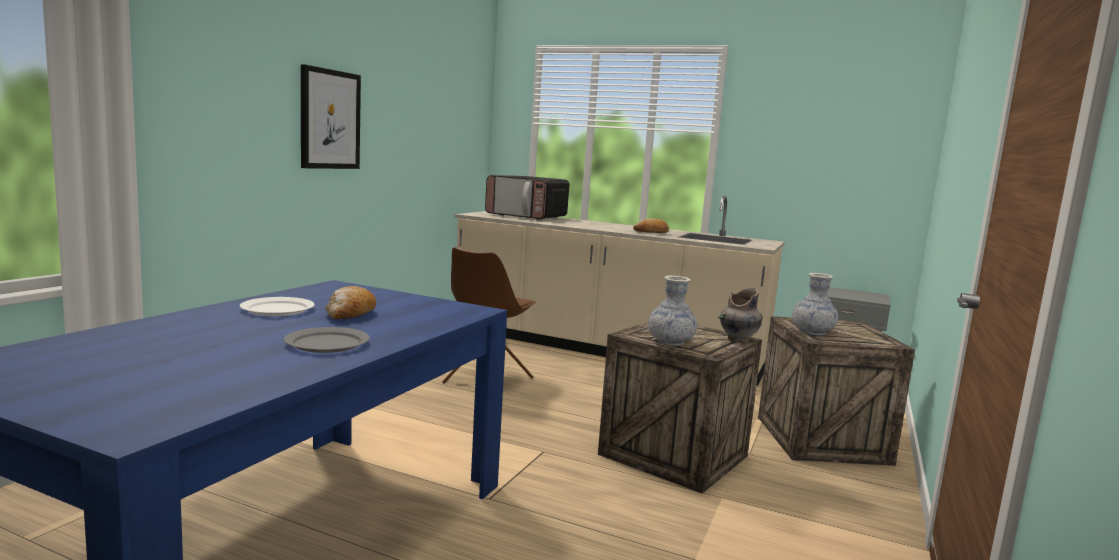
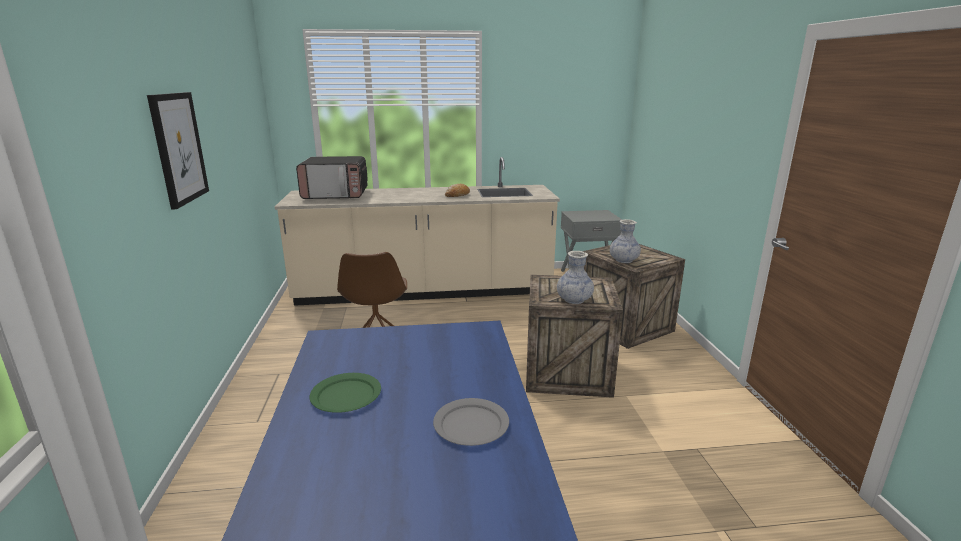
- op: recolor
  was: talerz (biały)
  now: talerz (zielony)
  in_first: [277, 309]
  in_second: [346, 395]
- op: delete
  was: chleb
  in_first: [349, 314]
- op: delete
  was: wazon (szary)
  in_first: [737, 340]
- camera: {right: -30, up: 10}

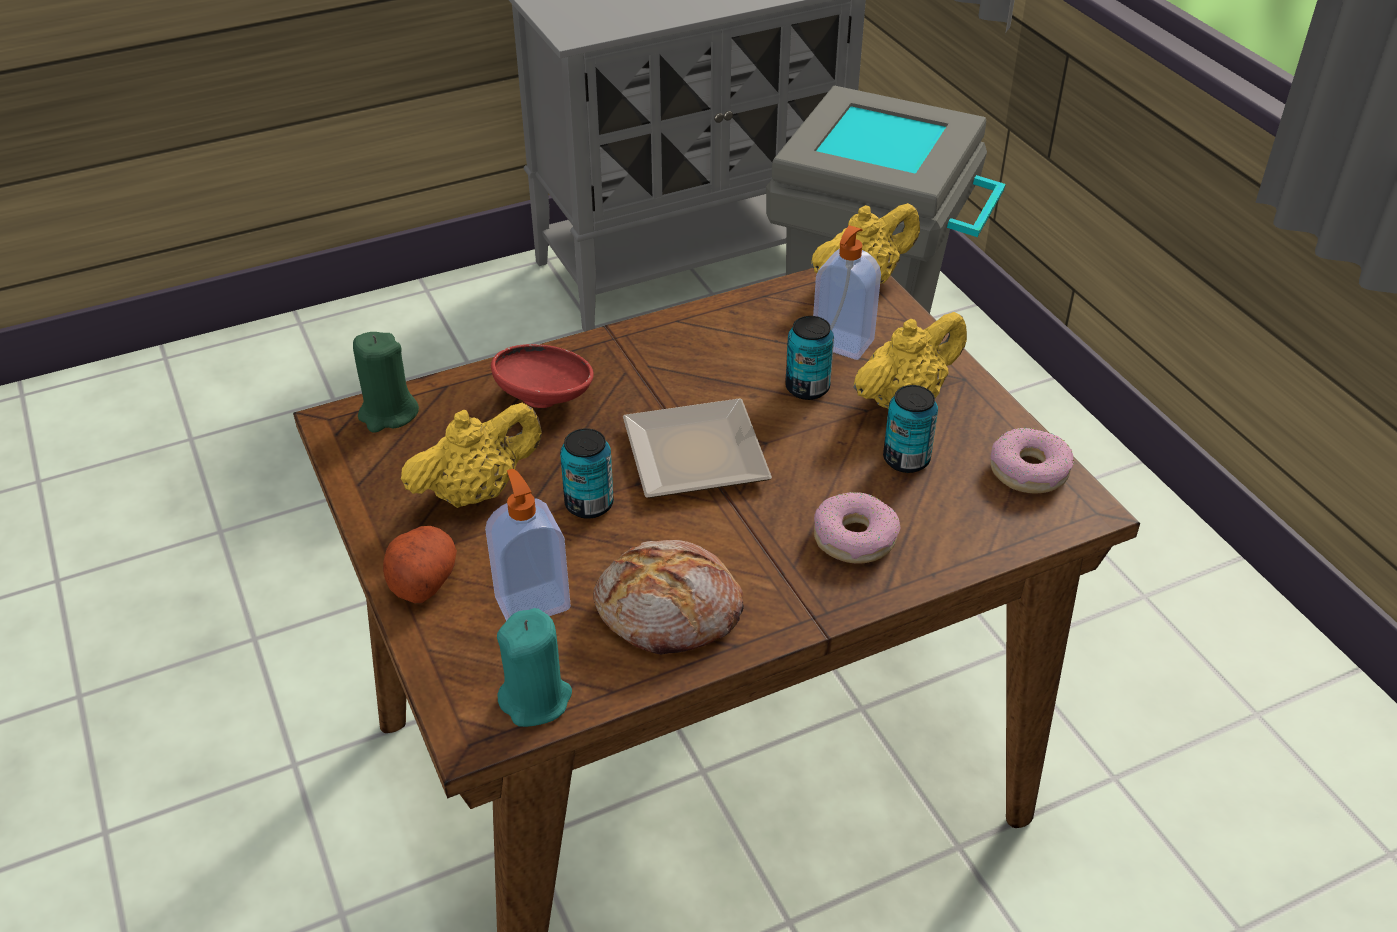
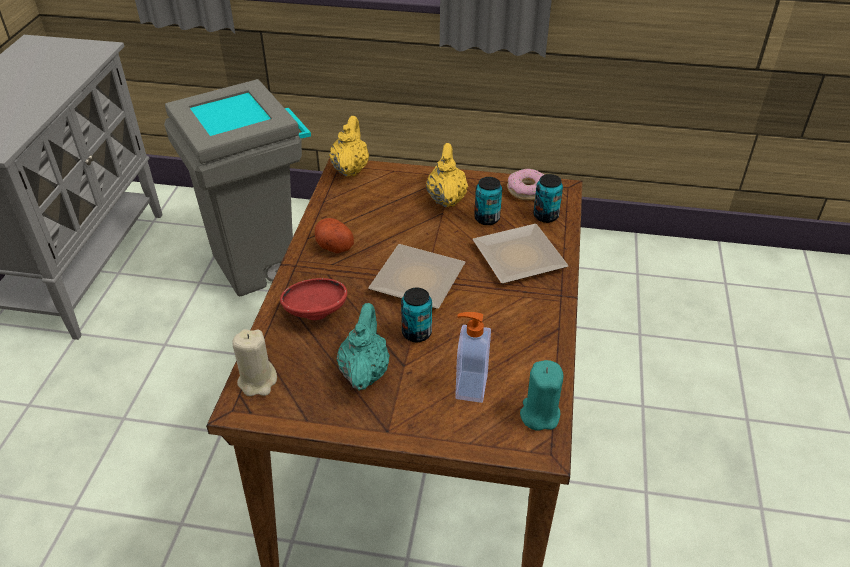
- op: recolor
  was: świeca (zielony)
  now: świeca (beżowy)
  in_first: [388, 414]
  in_second: [258, 381]
- op: move
  was: ziemniak
  in_first: [422, 579]
  in_second: [333, 245]
- op: recolor
  was: imbryk (żółty)
  now: imbryk (turkusowy)
  in_first: [477, 491]
  in_second: [364, 371]
- op: replace
  was: donut
  now: talerz
  in_first: [855, 537]
  in_second: [522, 258]
- op: move
  was: puszka
  in_first: [807, 388]
  in_second: [545, 216]
- op: delete
  was: chleb
  in_first: [670, 613]
- op: delete
  was: dozownik mydła
  in_first: [841, 344]
- camera: {right: -55, up: 0}

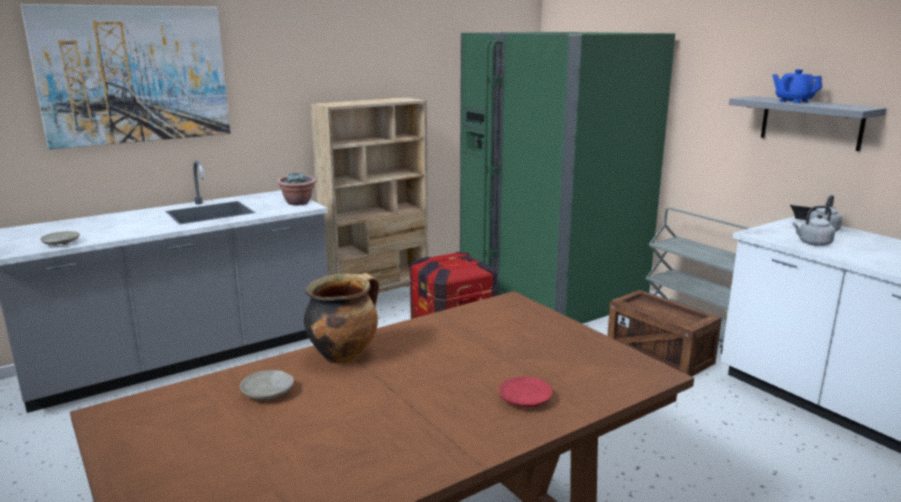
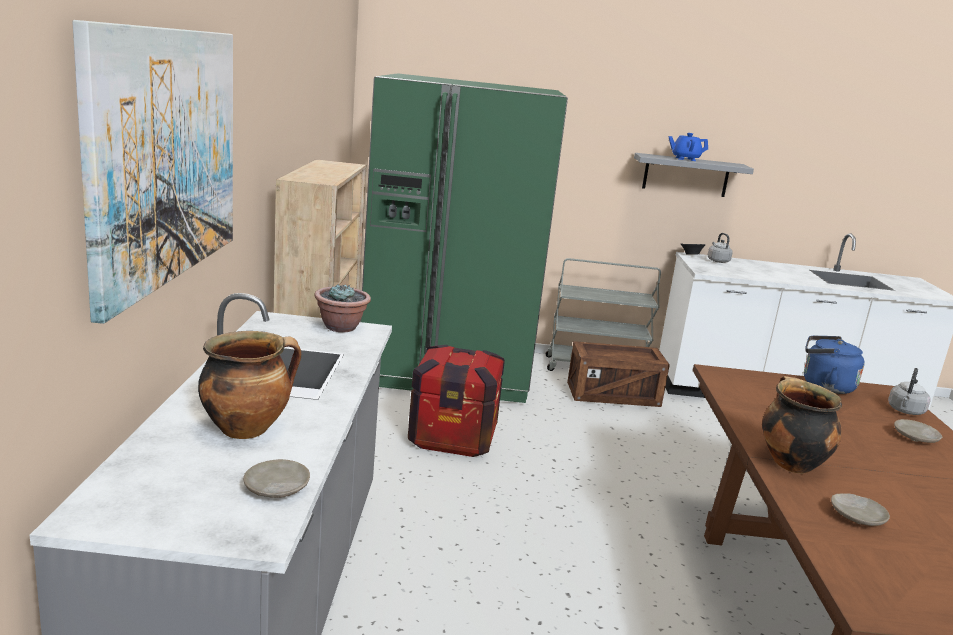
- op: insert
  now: garnek
  in_second: [247, 428]
- op: insert
  now: czajnik (niebieski)
  in_second: [824, 386]
- op: move
  was: czajnik (szary)
  in_first: [812, 243]
  in_second: [905, 411]
- op: recolor
  was: talerz (czerwony)
  now: talerz (beżowy)
  in_first: [524, 400]
  in_second: [915, 438]
- camera: {right: -55, up: 0}

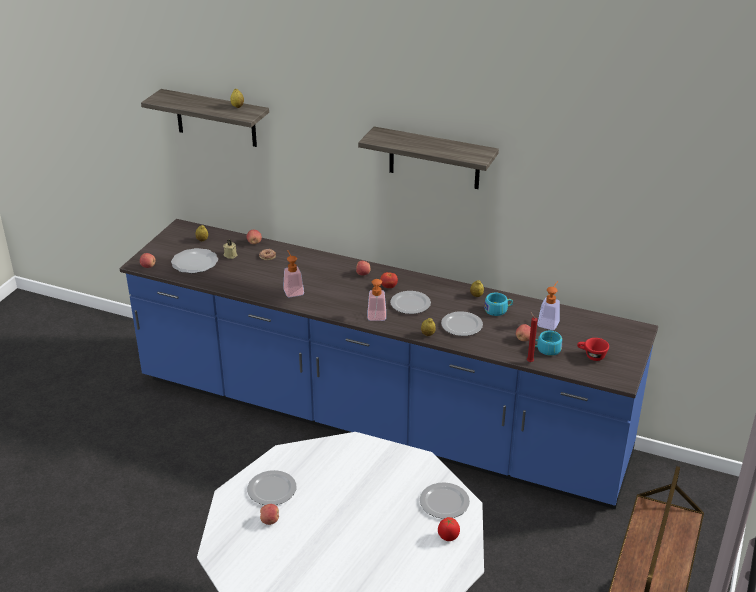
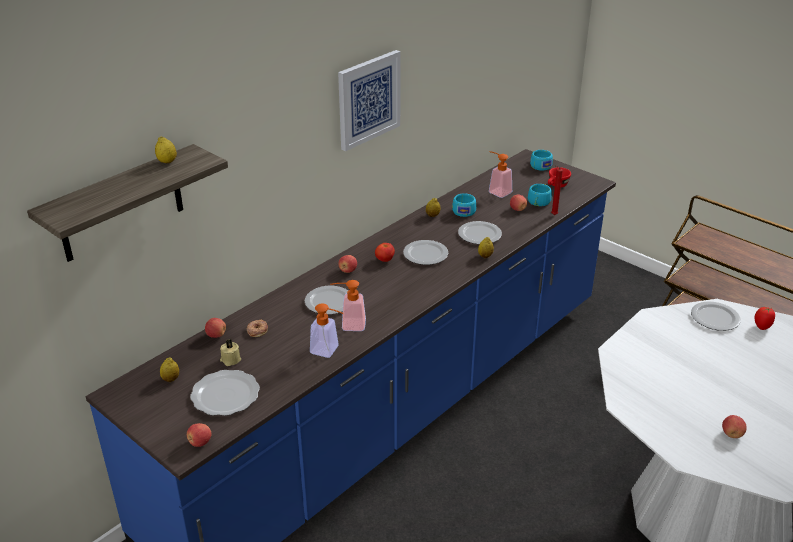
- op: move
  was: talerz
  in_first: [271, 489]
  in_second: [328, 302]
- op: move
  was: dozownik mydła
  in_first: [376, 318]
  in_second: [329, 351]
- op: replace
  was: półka
  now: obraz
  in_first: [434, 158]
  in_second: [368, 99]
- op: insert
  now: filiżanka (turkusowy)
  in_second: [539, 165]
- camera: {right: -70, up: 0}

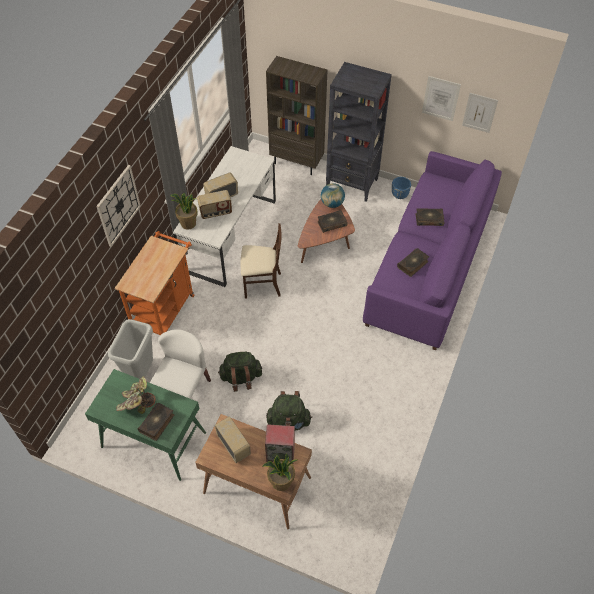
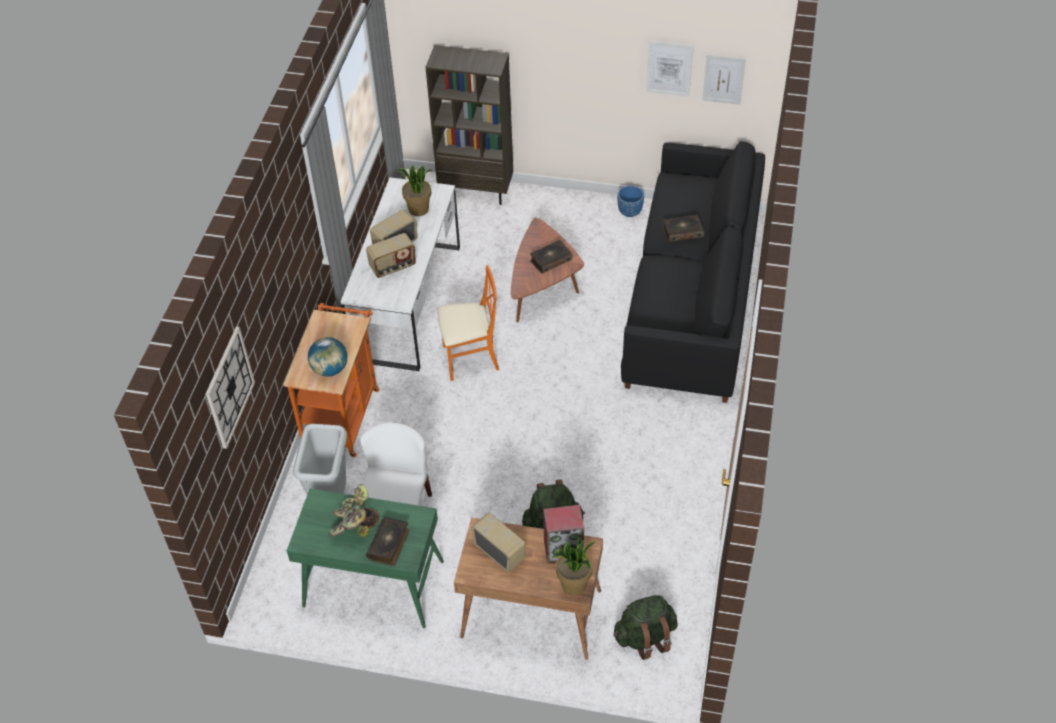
- op: move
  was: zegar ścienny
  in_first: [118, 205]
  in_second: [229, 387]
- op: move
  was: globus
  in_first: [332, 203]
  in_second: [330, 369]
- op: move
  was: roślina doniczkowa
  in_first: [188, 224]
  in_second: [418, 209]
- op: recolor
  was: krzesło (beżowy)
  now: krzesło (pomarańczowy)
  in_first: [262, 284]
  in_second: [470, 359]
- op: move
  was: plecak (zielony)
  in_first: [241, 378]
  in_second: [645, 637]
- op: recolor
  was: kanapa (fioletowy)
  now: kanapa (czarny)
  in_first: [428, 267]
  in_second: [692, 298]
- op: delete
  was: regał (czarny)
  in_first: [352, 184]
- op: delete
  was: książka
  in_first: [413, 264]
- camera: {right: -10, up: -5}

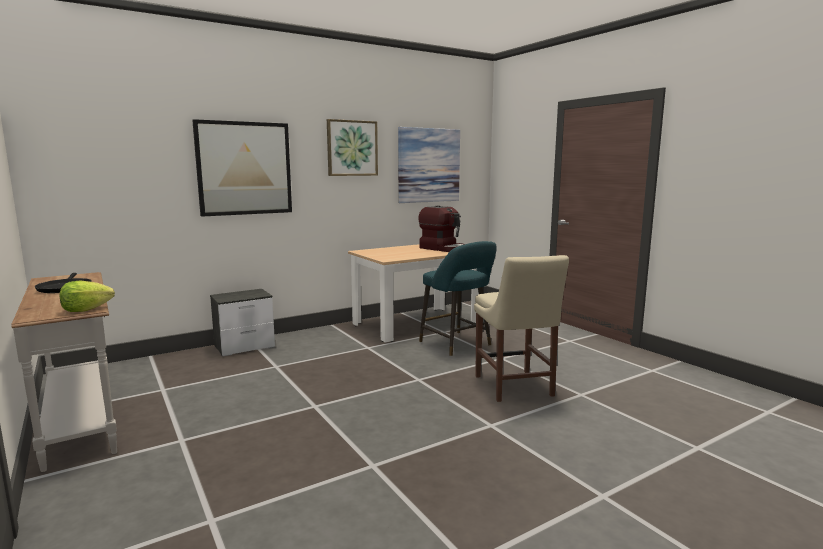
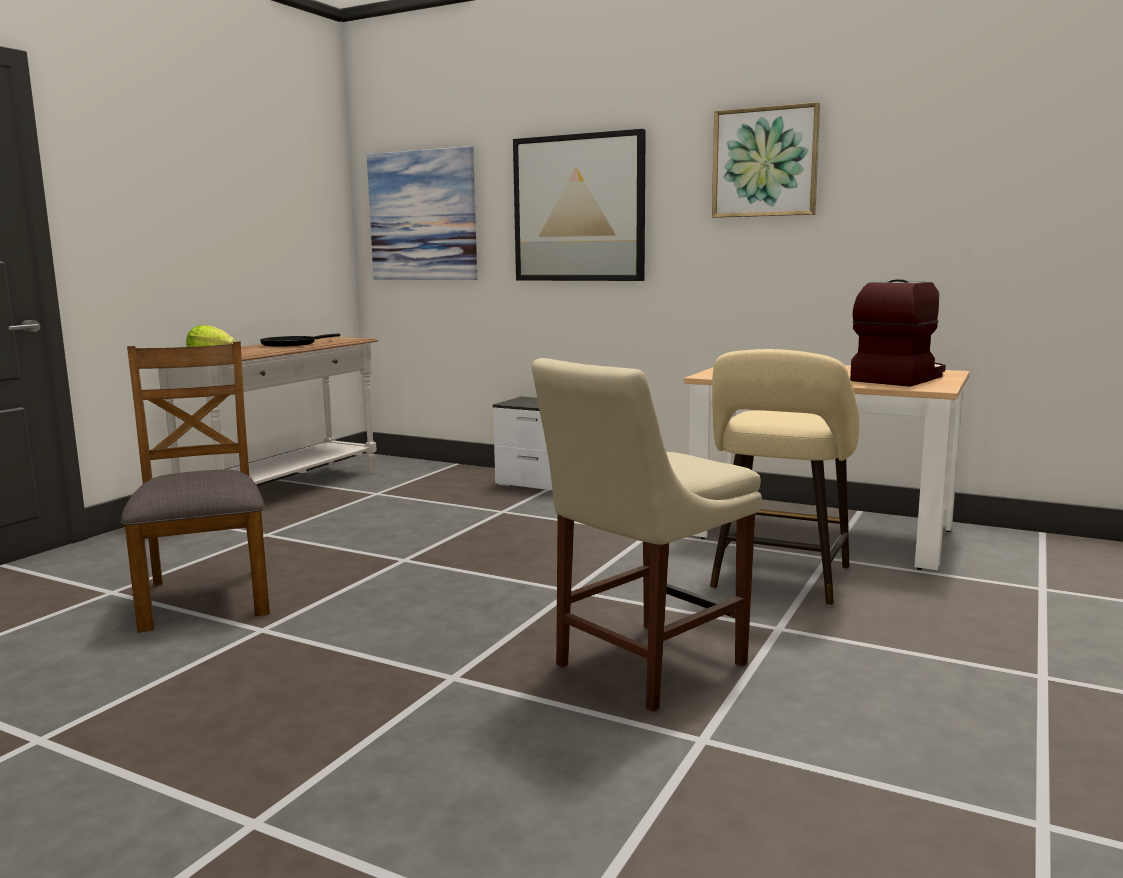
- op: insert
  now: krzesło (brązowy)
  in_second: [206, 597]
- op: move
  was: obraz
  in_first: [429, 165]
  in_second: [423, 216]
- op: recolor
  was: stołek (turkusowy)
  now: stołek (beżowy)
  in_first: [457, 345]
  in_second: [779, 581]
- op: rotate
  was: ekspres do kawy
  in_first: [443, 248]
  in_second: [898, 378]
  clockwise: -150
- camera: {right: 60, up: 0}

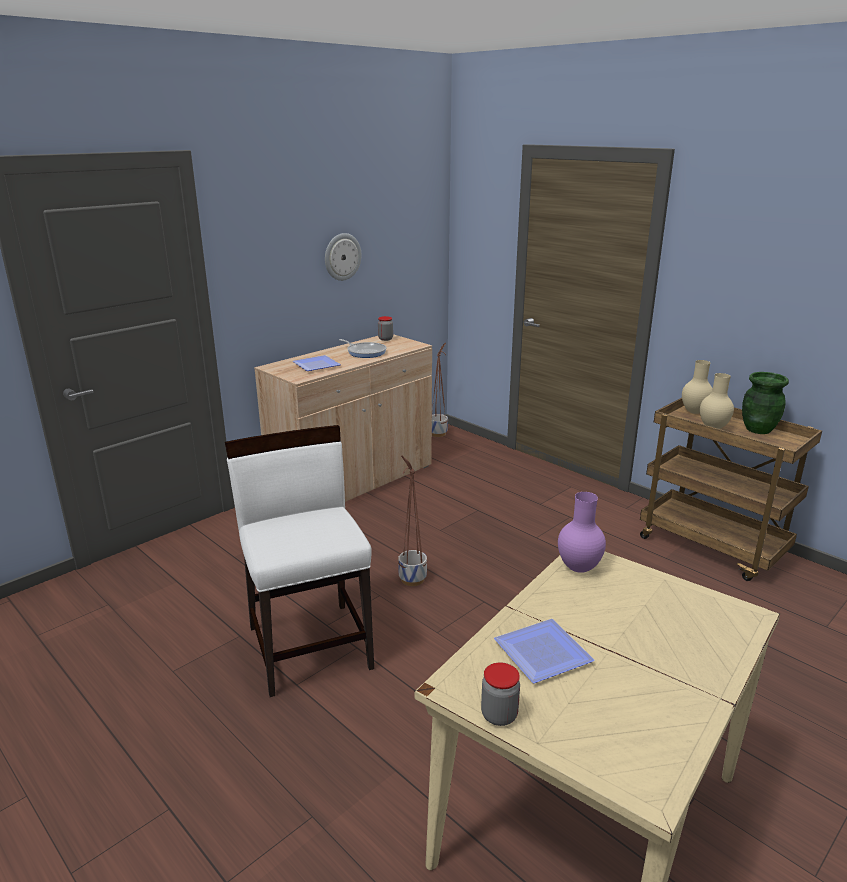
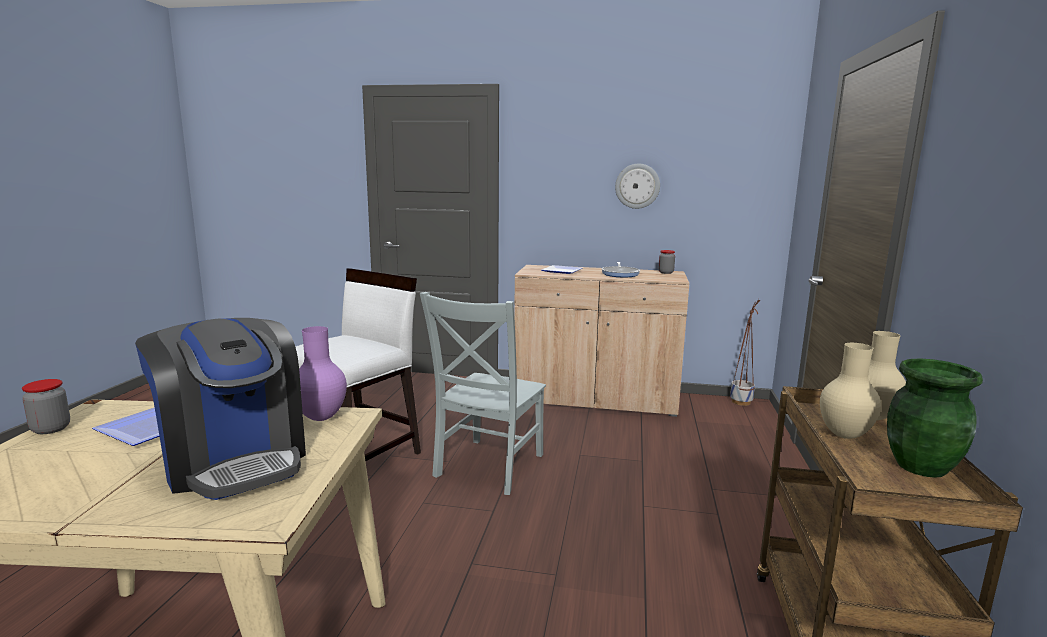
- op: insert
  now: ekspres do kawy
  in_second: [234, 460]
- op: replace
  was: donica
  now: krzesło (szary)
  in_first: [412, 579]
  in_second: [487, 467]
- camera: {right: 55, up: -10}

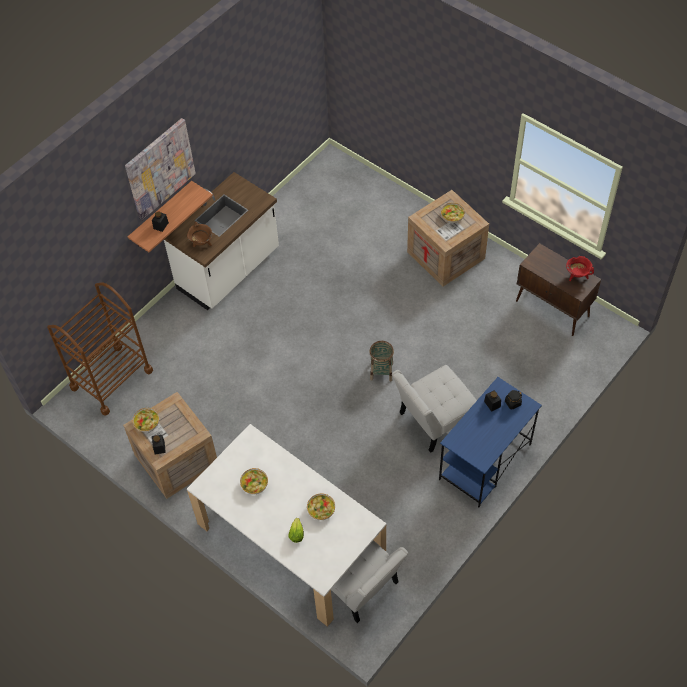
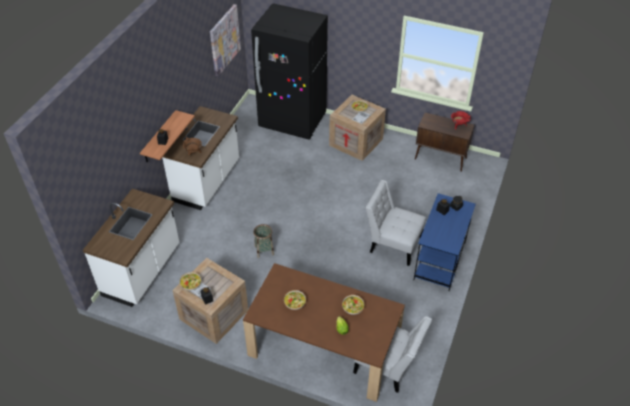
- op: replace
  was: wózek (brązowy)
  now: zabudowa kuchenna (biały)
  in_first: [111, 379]
  in_second: [143, 271]
- op: move
  was: obraz
  in_first: [159, 168]
  in_second: [224, 40]
- op: recolor
  was: stół jadalny (biały)
  now: stół jadalny (brązowy)
  in_first: [290, 541]
  in_second: [323, 348]
- op: insert
  now: lodówka (czarny)
  in_second: [292, 121]
- op: move
  was: koszyk
  in_first: [381, 371]
  in_second: [264, 250]
- op: rotate
  was: krzesło (biały)
  in_first: [433, 421]
  in_second: [393, 243]
  clockwise: 75
- camera: {right: -20, up: -10}

